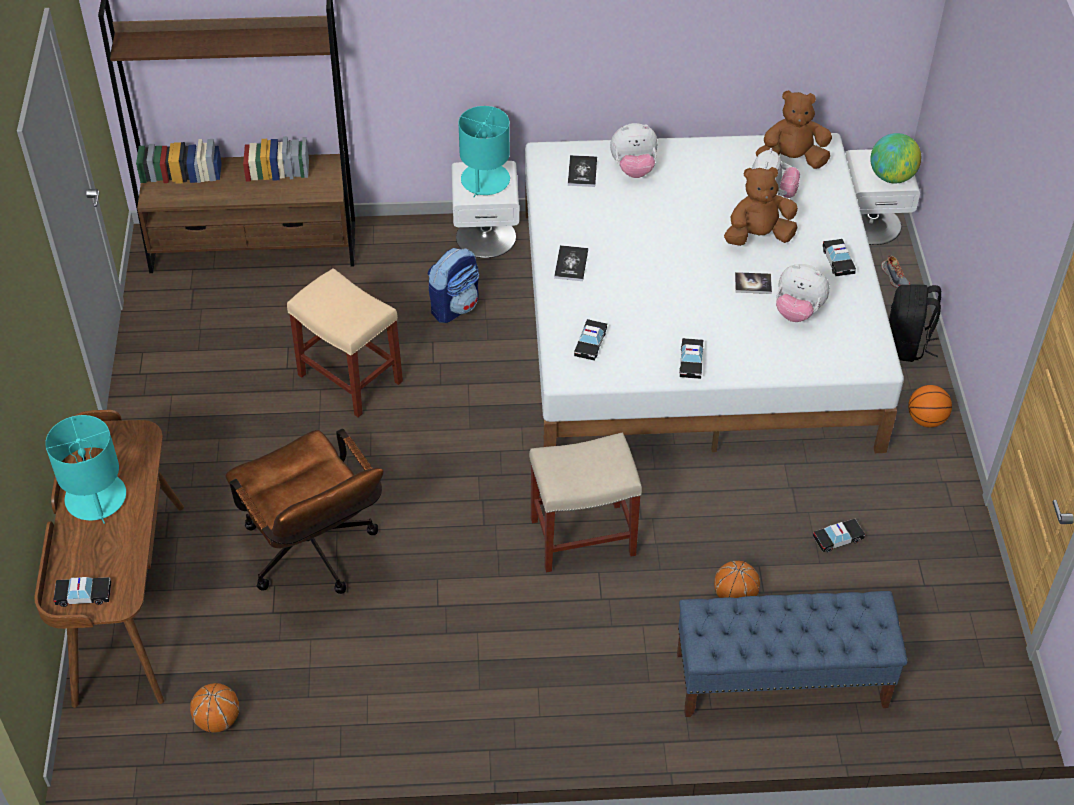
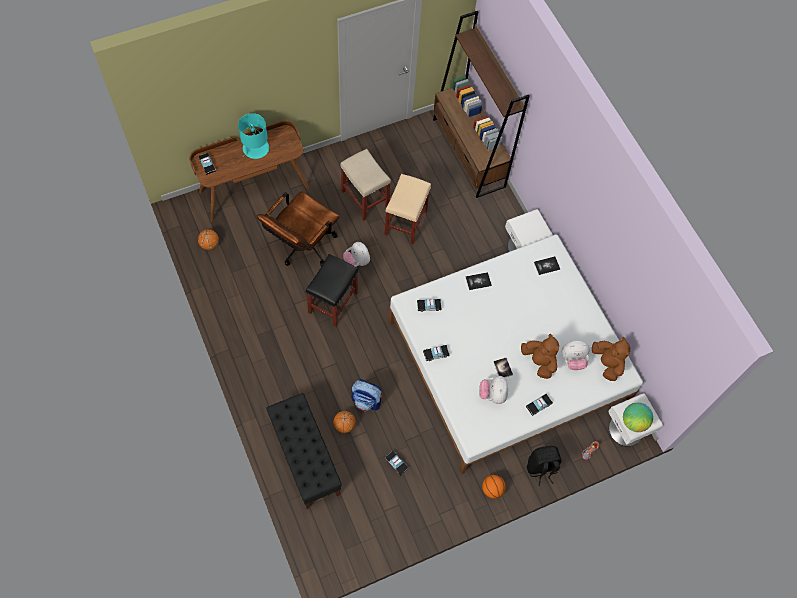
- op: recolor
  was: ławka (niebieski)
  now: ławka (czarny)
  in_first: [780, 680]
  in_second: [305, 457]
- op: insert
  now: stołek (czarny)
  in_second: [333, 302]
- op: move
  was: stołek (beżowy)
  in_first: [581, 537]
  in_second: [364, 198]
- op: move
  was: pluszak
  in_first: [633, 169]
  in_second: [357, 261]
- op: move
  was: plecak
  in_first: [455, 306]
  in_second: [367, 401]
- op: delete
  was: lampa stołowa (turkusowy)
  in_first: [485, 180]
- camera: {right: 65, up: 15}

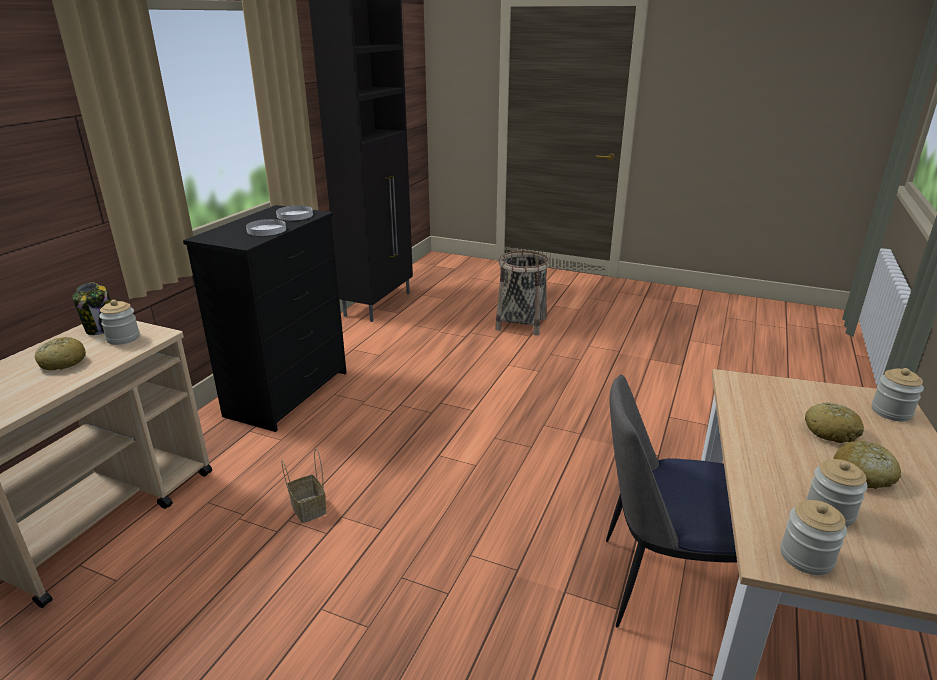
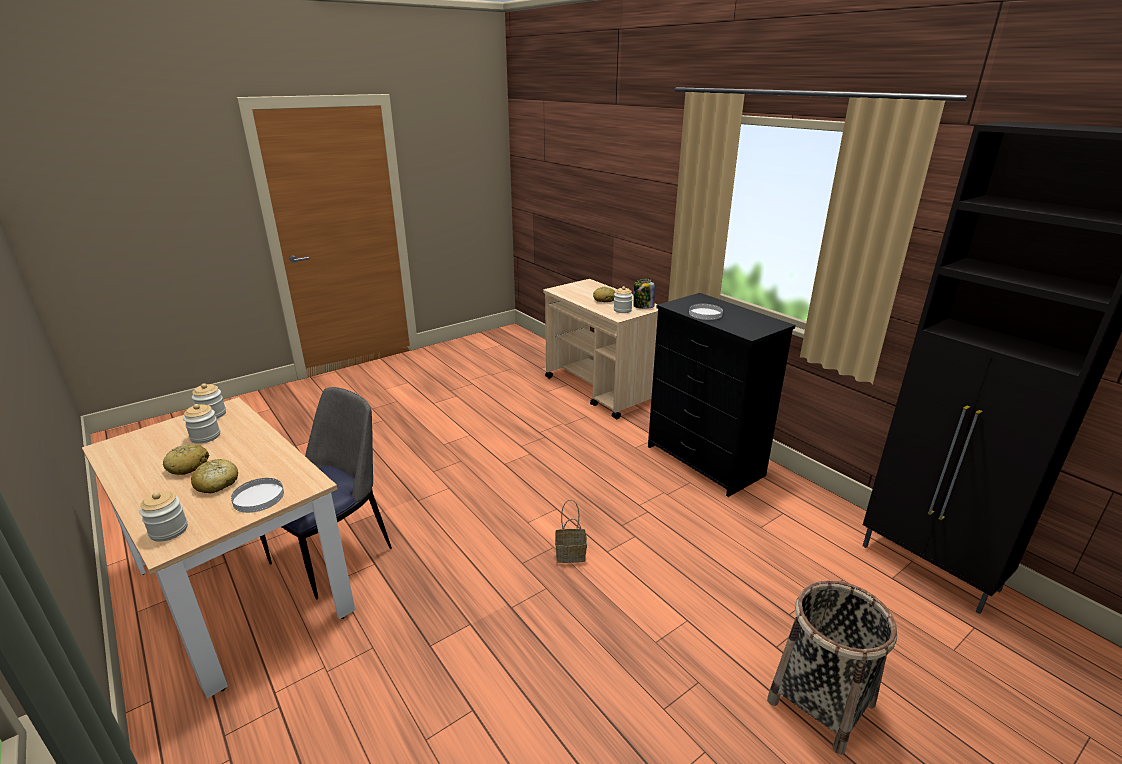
- op: move
  was: talerz (biały)
  in_first: [295, 215]
  in_second: [259, 497]
- op: move
  was: koszyk
  in_first: [307, 508]
  in_second: [571, 554]
- camera: {right: 120, up: 0}

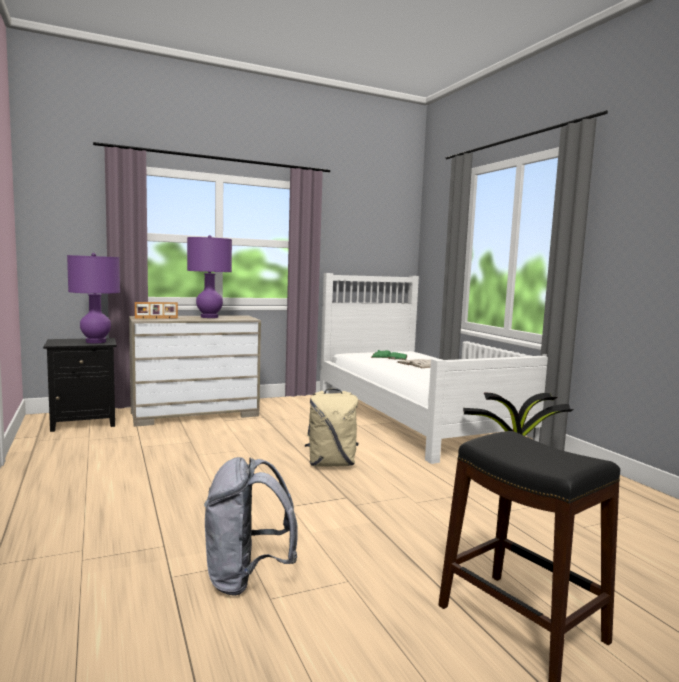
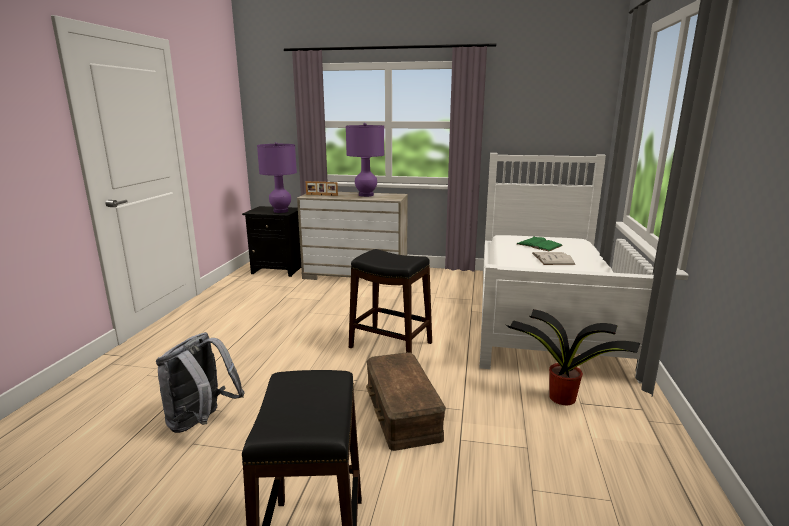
- op: replace
  was: plecak (beżowy)
  now: stołek (czarny)
  in_first: [331, 464]
  in_second: [390, 345]
- op: insert
  now: pojemnik do przechowywania (brązowy)
  in_second: [401, 412]
- camera: {right: 35, up: 10}

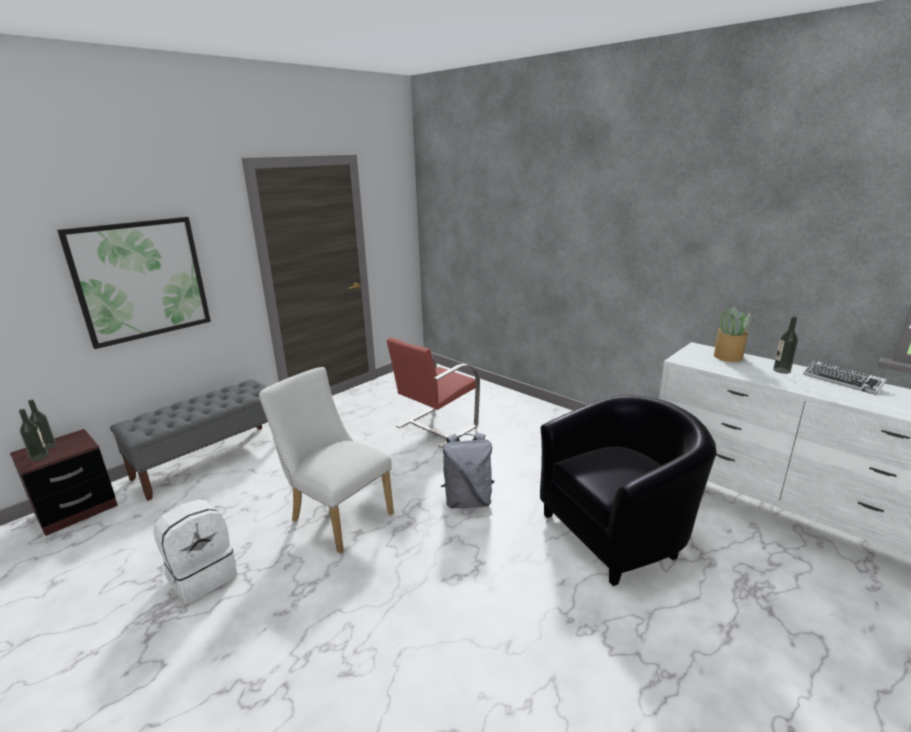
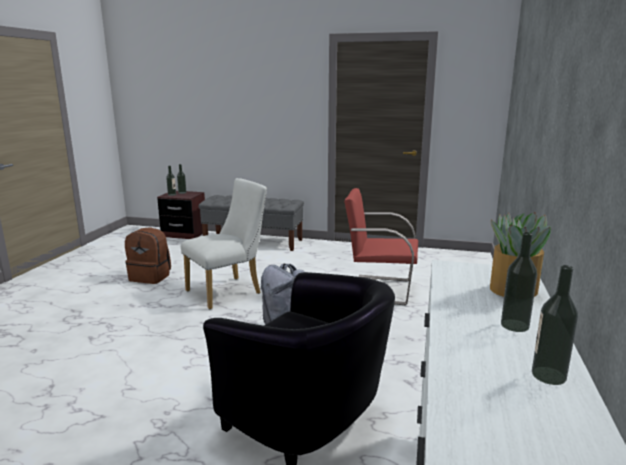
- op: recolor
  was: plecak (biały)
  now: plecak (brązowy)
  in_first: [202, 576]
  in_second: [151, 277]
- op: rotate
  was: krzesło (biały)
  in_first: [337, 515]
  in_second: [229, 291]
  clockwise: 45
- op: replace
  was: klawiatura
  now: butelka
  in_first: [842, 381]
  in_second: [548, 375]
- op: delete
  was: obraz
  in_first: [141, 280]
- camera: {right: 60, up: -5}

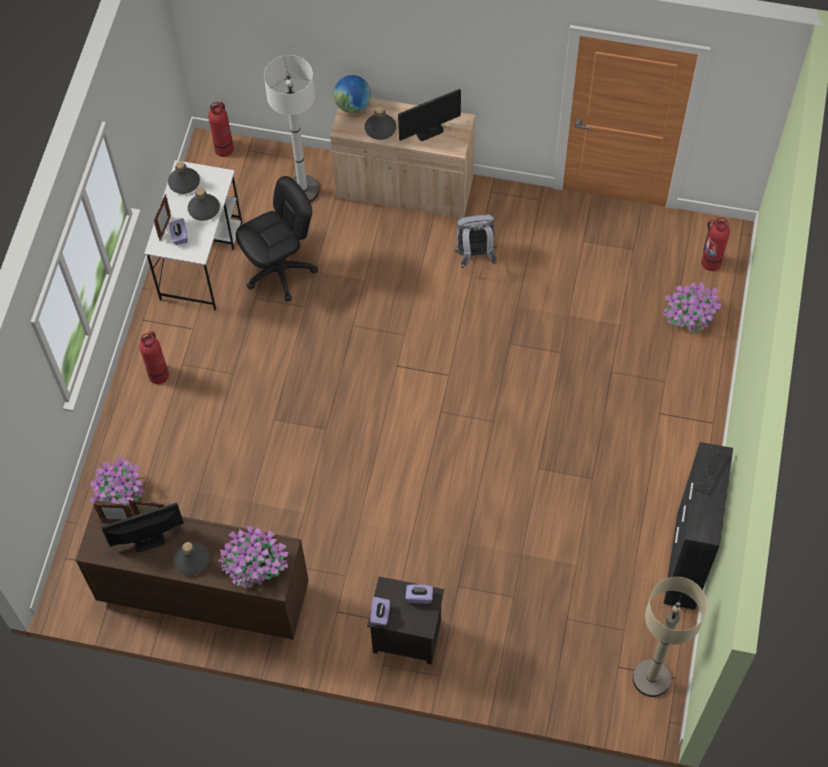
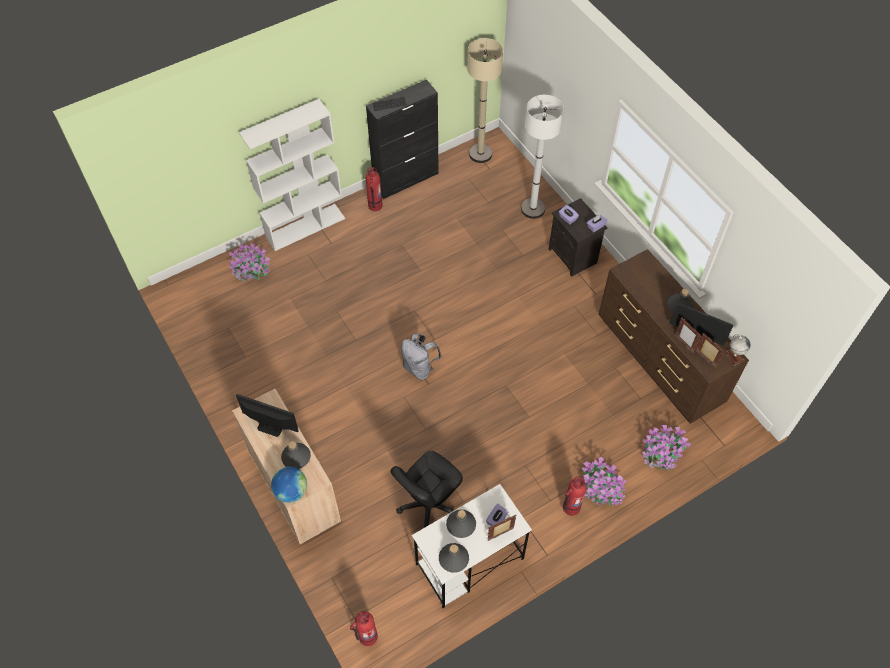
- op: insert
  now: regał (biały)
  in_second: [305, 227]
- op: move
  was: gaśnica
  in_first: [711, 262]
  in_second: [375, 206]
- op: rotate
  was: krzesło biurowe (czarny)
  in_first: [280, 270]
  in_second: [429, 505]
  clockwise: -60
- op: move
  was: plecak (szary)
  in_first: [475, 255]
  in_second: [420, 368]
- op: move
  was: lampa stojąca (biały)
  in_first: [302, 190]
  in_second: [533, 209]
- op: move
  was: roślina doniczkowa
  in_first: [255, 565]
  in_second: [600, 490]
- op: insert
  now: globus
  in_second: [734, 356]
- camera: {right: -135, up: -5}

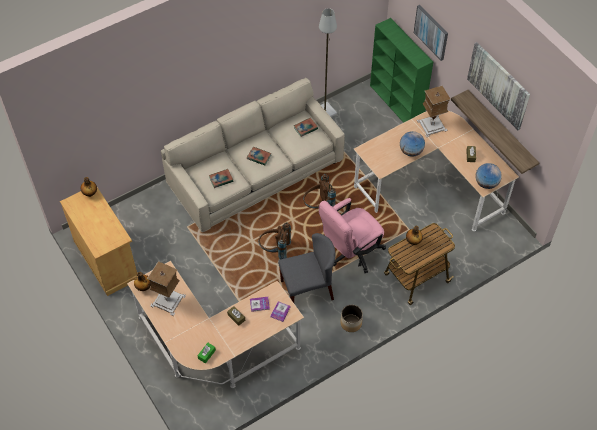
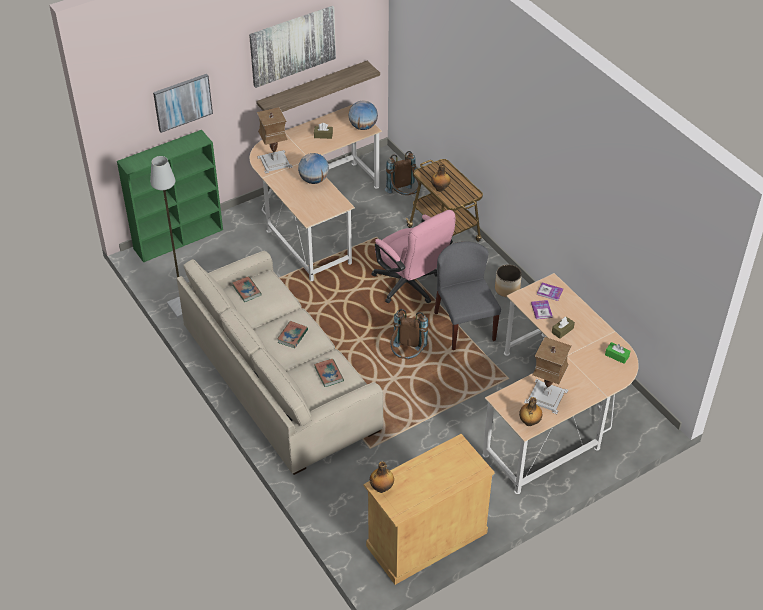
- op: move
  was: plecak (brązowy)
  in_first: [318, 206]
  in_second: [404, 196]
- camera: {right: -90, up: -10}

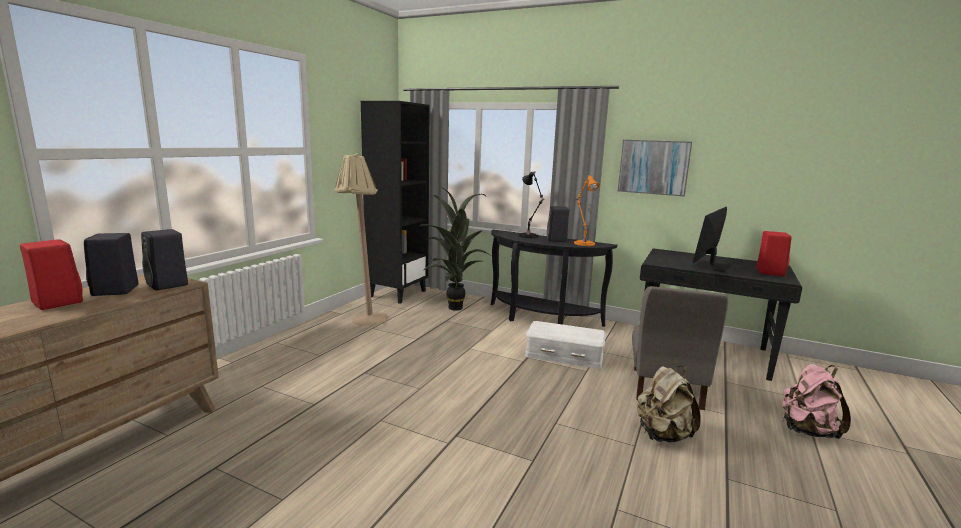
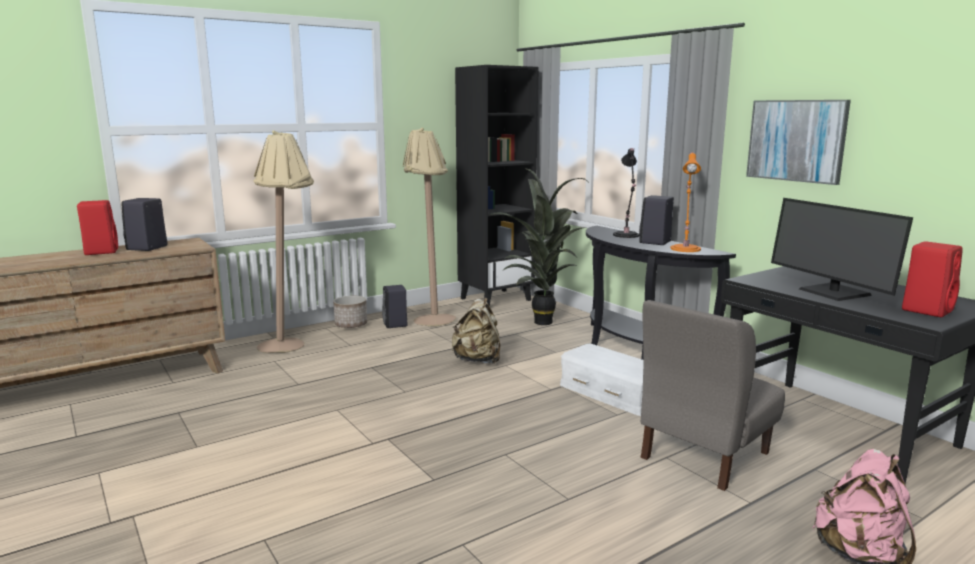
- op: insert
  now: lampa stojąca (beżowy)
  in_second: [290, 348]
- op: insert
  now: donica
  in_second: [350, 325]
- op: move
  was: głośnik (czarny)
  in_first: [168, 285]
  in_second: [395, 324]
- op: move
  was: plecak (beżowy)
  in_first: [663, 435]
  in_second: [477, 360]
- op: rotate
  was: monitor
  in_first: [710, 266]
  in_second: [833, 292]
  clockwise: -90
- camera: {right: 30, up: 0}

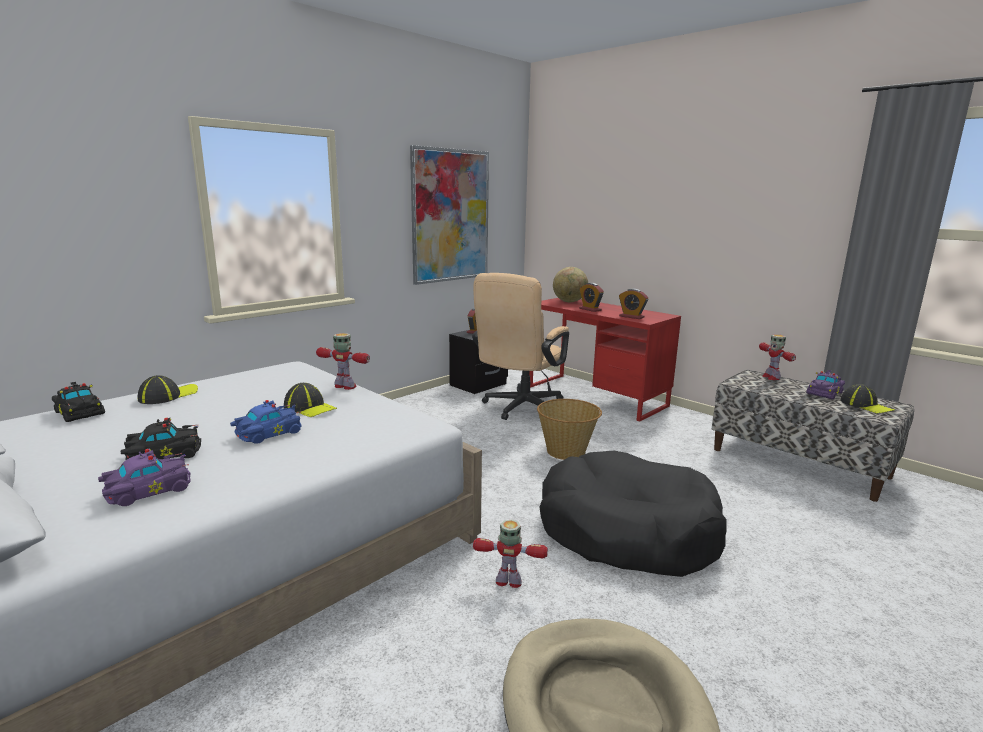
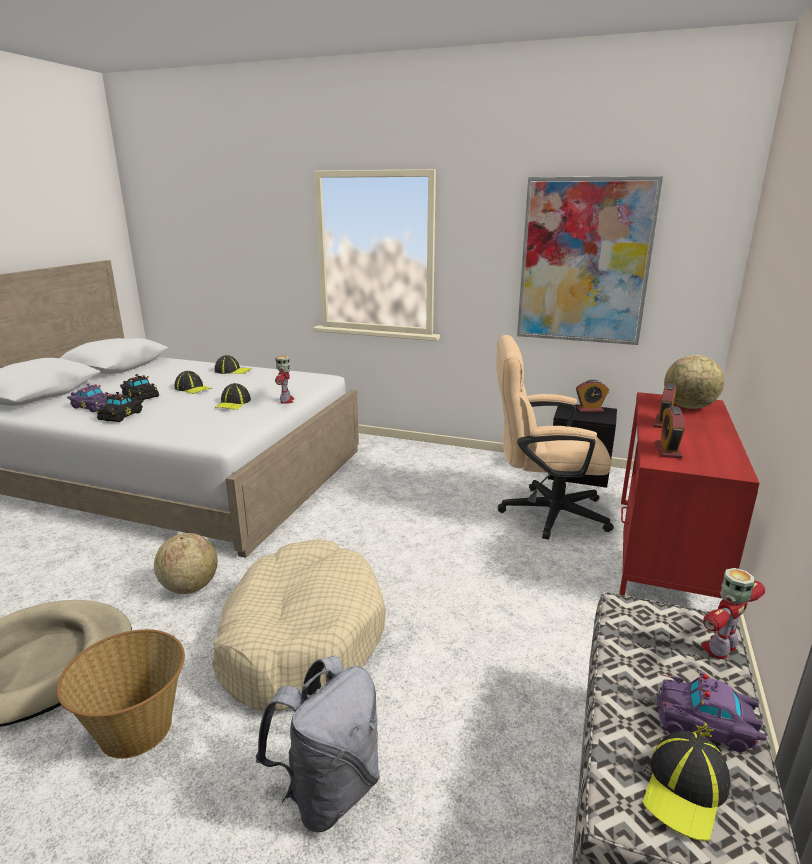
- op: move
  was: koszyk
  in_first: [566, 451]
  in_second: [136, 730]
- op: move
  was: samochodzik (czarny)
  in_first: [80, 412]
  in_second: [122, 415]
- op: replace
  was: robot zabawkowy
  now: globus
  in_first: [509, 582]
  in_second: [190, 587]
- op: insert
  now: czapka z daszkiem
  in_second: [193, 388]
- op: recolor
  was: legowisko (czarny)
  now: legowisko (beżowy)
  in_first: [627, 531]
  in_second: [301, 638]
- op: insert
  now: plecak (szary)
  in_second: [328, 791]
- op: delete
  was: samochodzik (niebieski)
  in_first: [267, 434]
- camera: {right: 65, up: 5}

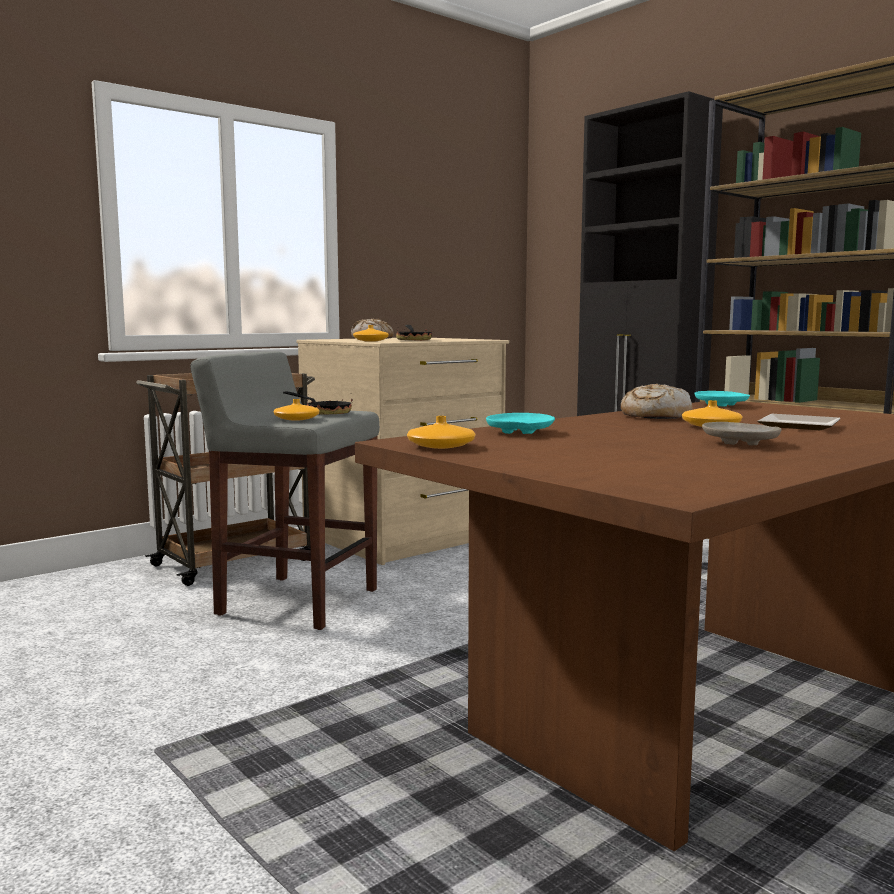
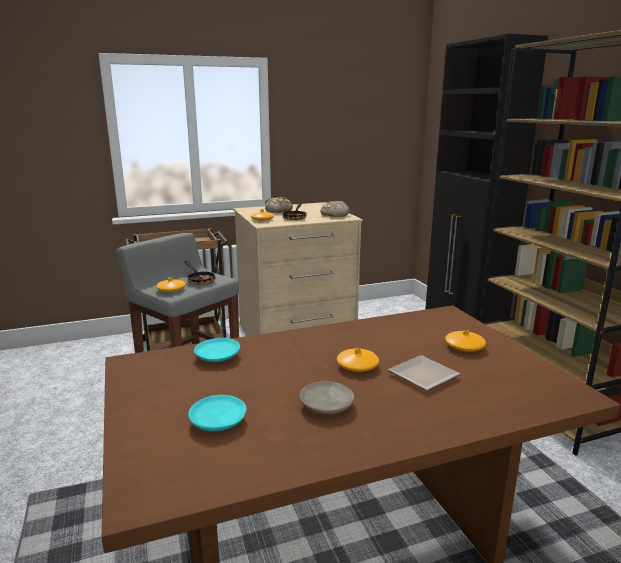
- op: move
  was: talerz (turkusowy)
  in_first: [721, 405]
  in_second: [218, 421]
- op: move
  was: chleb
  in_first: [654, 416]
  in_second: [334, 214]
- op: move
  was: wazon (pomarańczowy)
  in_first: [441, 446]
  in_second: [464, 346]
- camera: {right: 20, up: 10}

